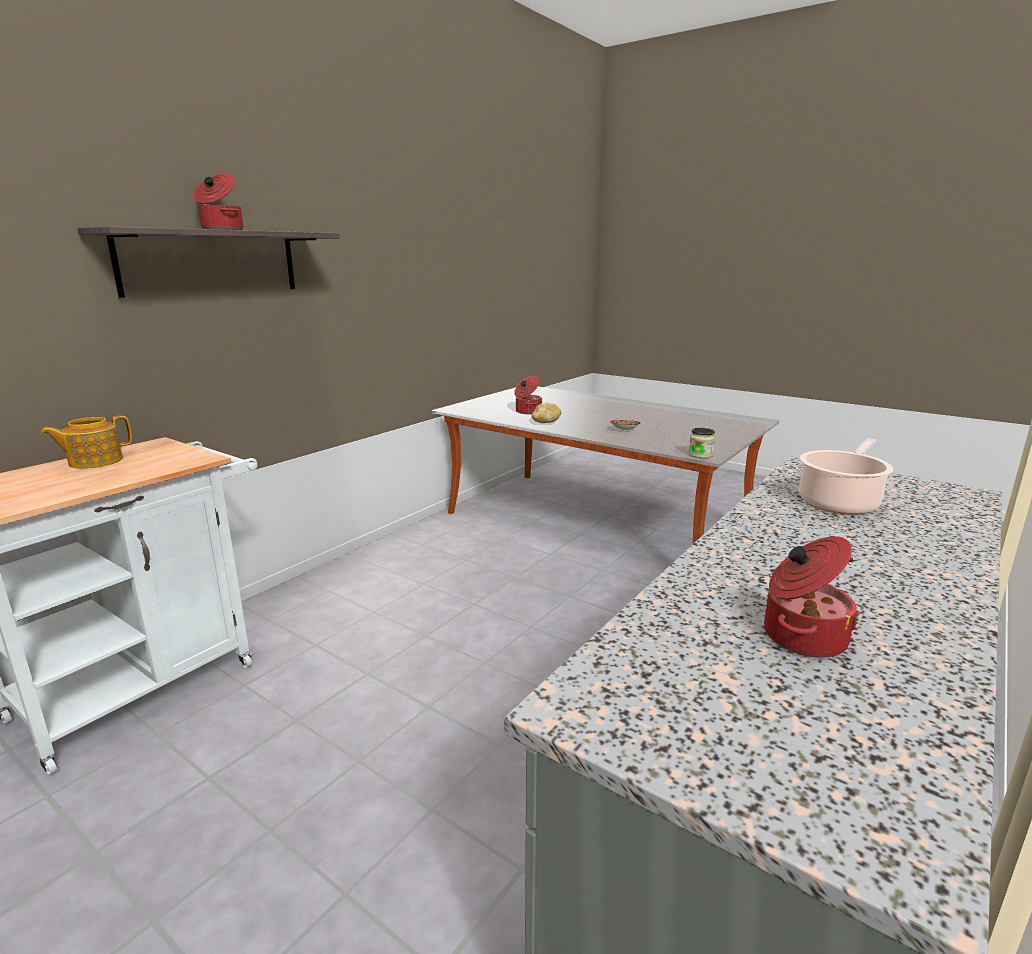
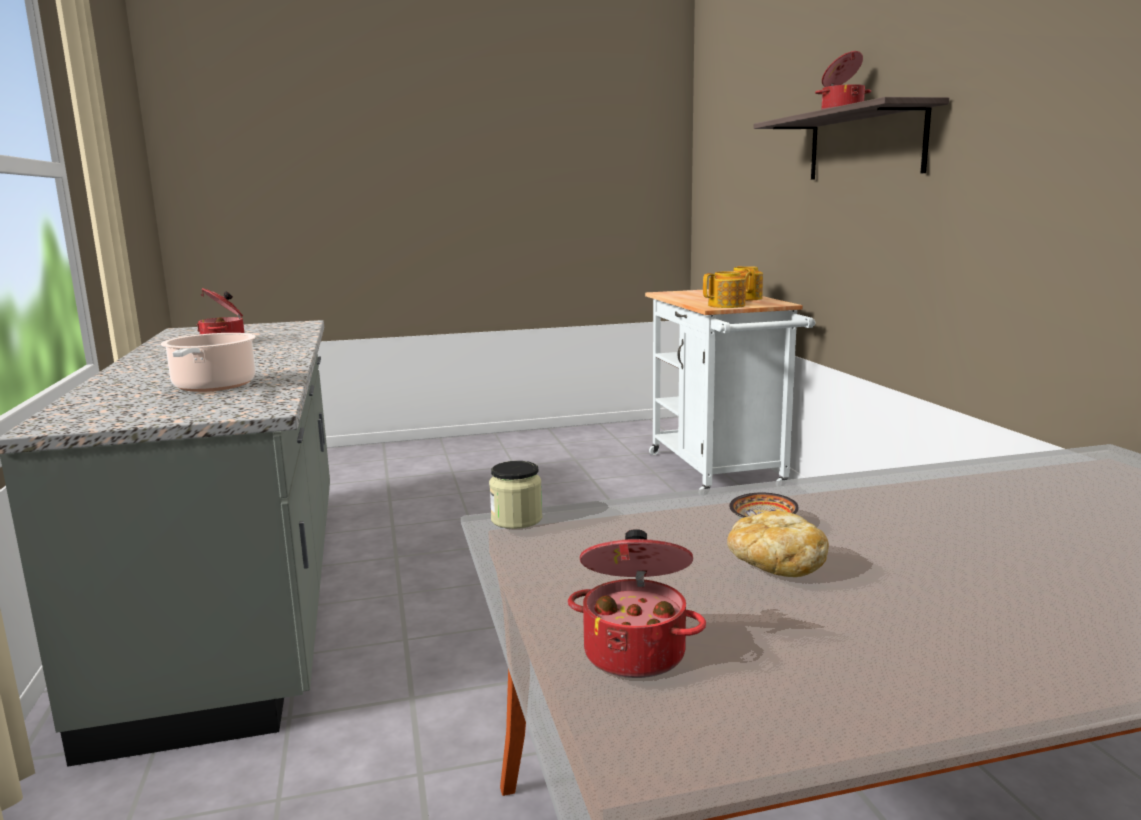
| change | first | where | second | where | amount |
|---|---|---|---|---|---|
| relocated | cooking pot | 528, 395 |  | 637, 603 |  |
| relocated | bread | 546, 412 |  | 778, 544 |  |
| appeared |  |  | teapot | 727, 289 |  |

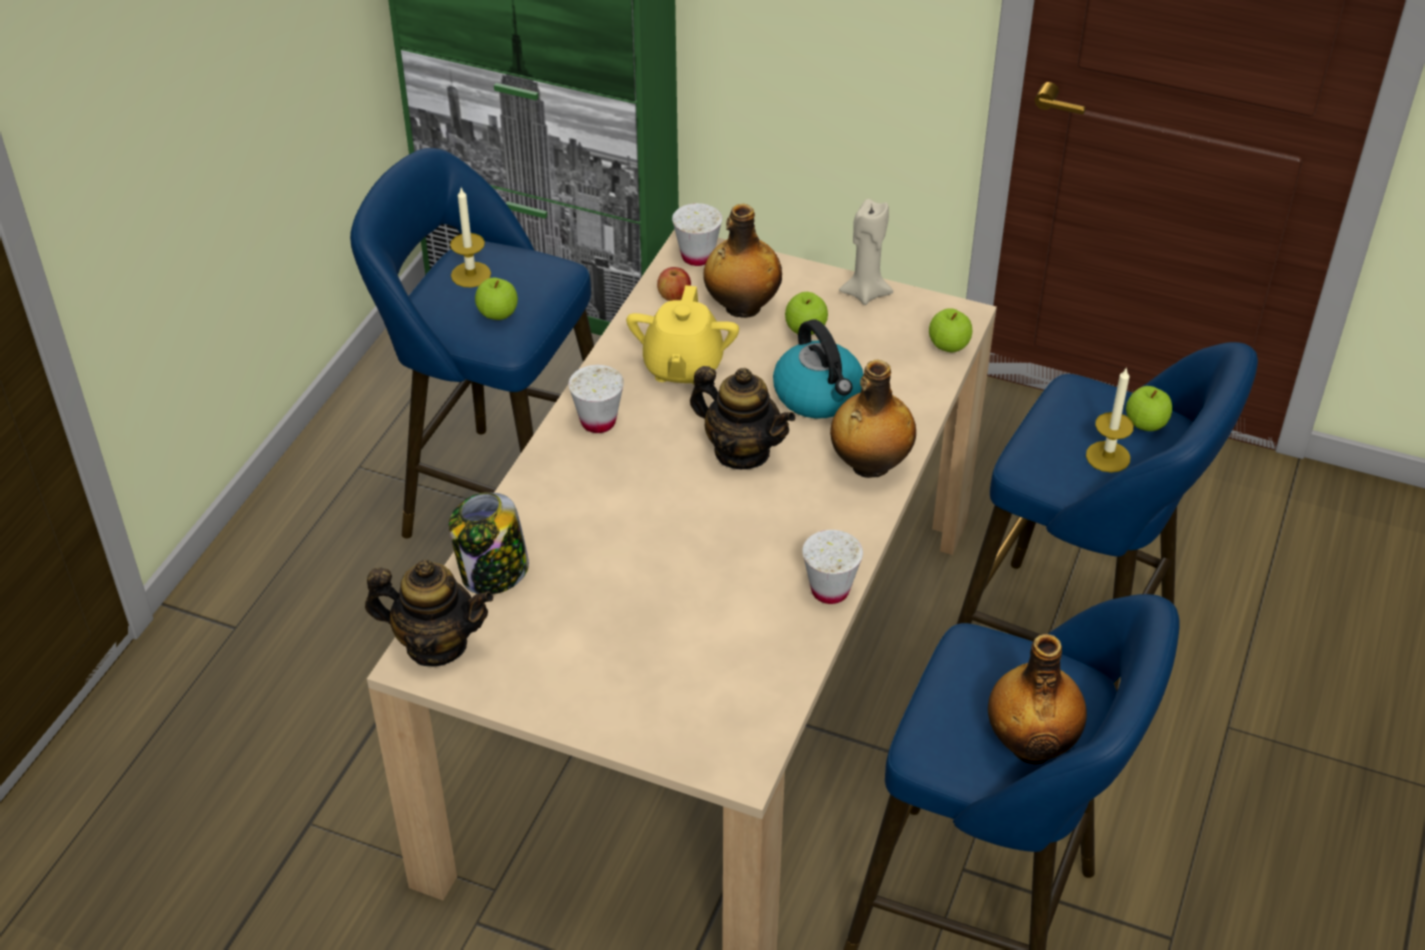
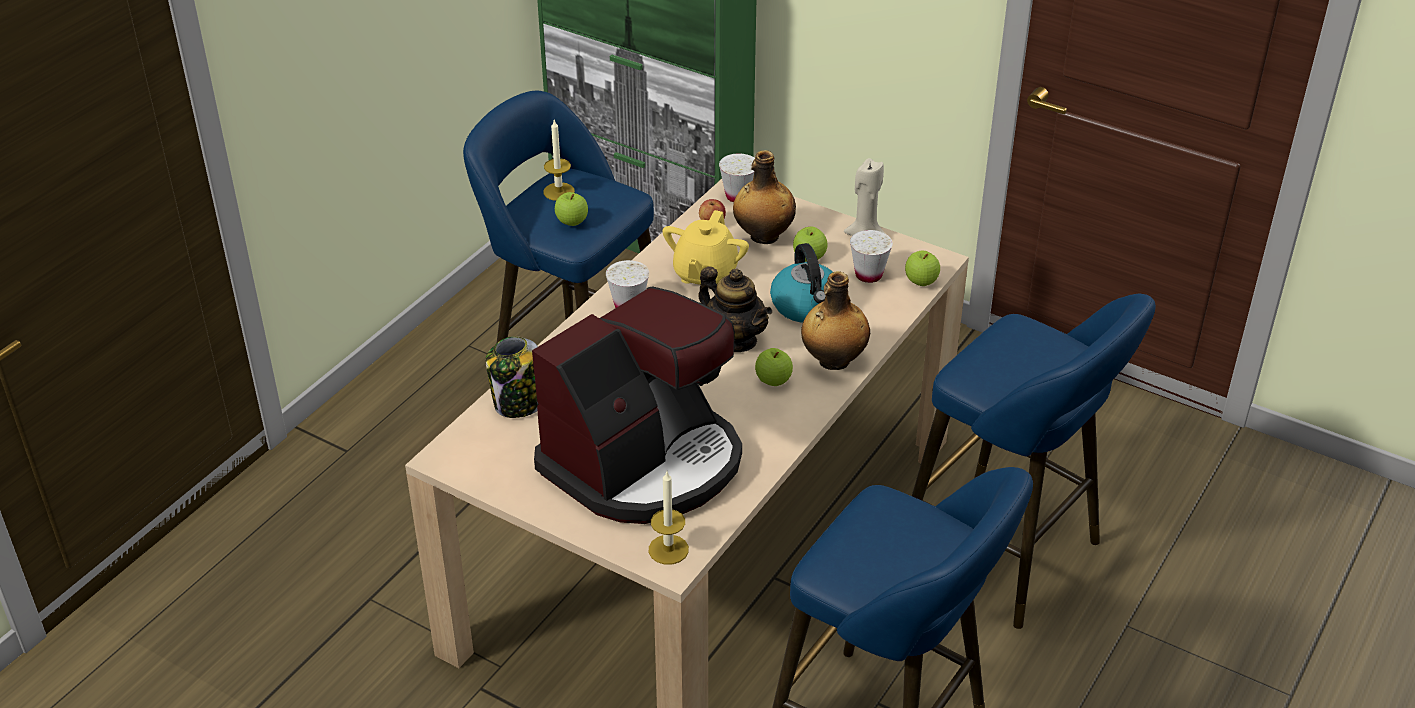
| change | first | where | second | where | amount |
|---|---|---|---|---|---|
| missing | teapot | 429, 613 |  |  |  |
| relocated | white cup | 832, 567 |  | 871, 256 |  |
| missing | bottle | 1037, 699 |  |  |  |
| relocated | candle | 1110, 420 |  | 669, 517 |  |
| relocated | apple | 1149, 408 |  | 774, 367 |  |
| appeared |  |  | coffee machine | 637, 405 |  |

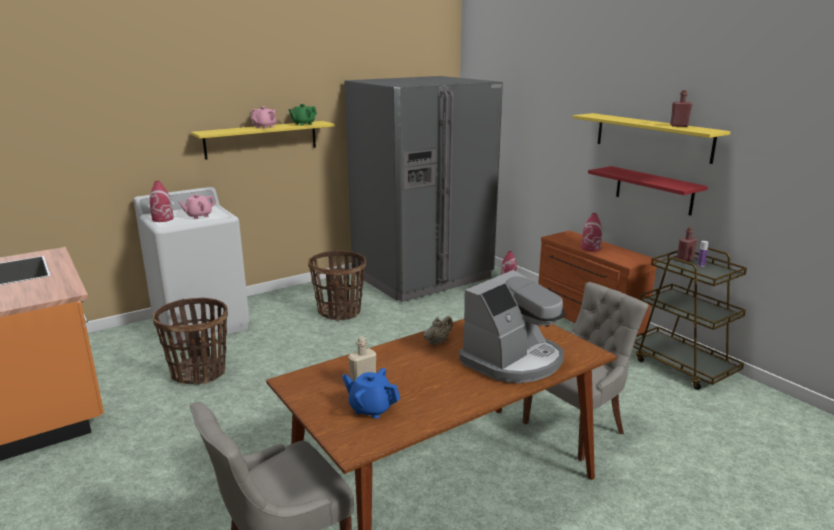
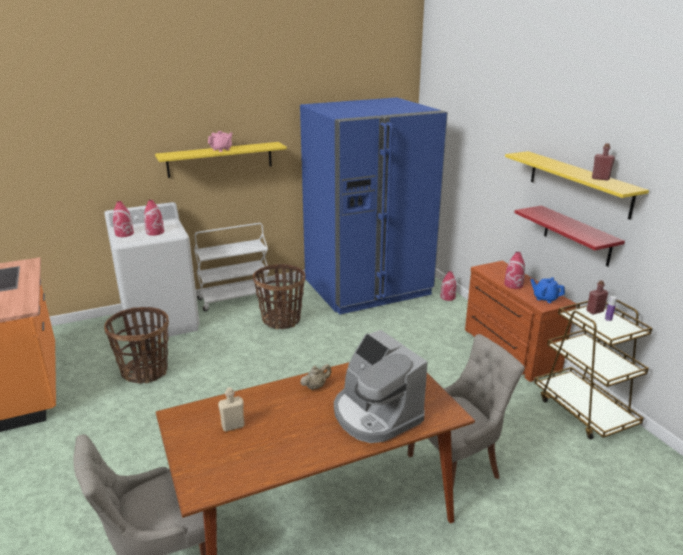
| change | first | where | second | where | amount |
|---|---|---|---|---|---|
| exchanged | pink teapot | 197, 206 | red vase | 154, 218 |  |
| missing | green teapot | 302, 115 |  |  |  |
| relocated | blue teapot | 371, 393 |  | 547, 290 |  |
| colour | grey fridge | 424, 189 | blue fridge | 374, 206 |  |
| spun | coffee machine | 512, 326 |  | 381, 386 | 90 degrees clockwise |
| appeared |  |  | white cart | 232, 267 |  |

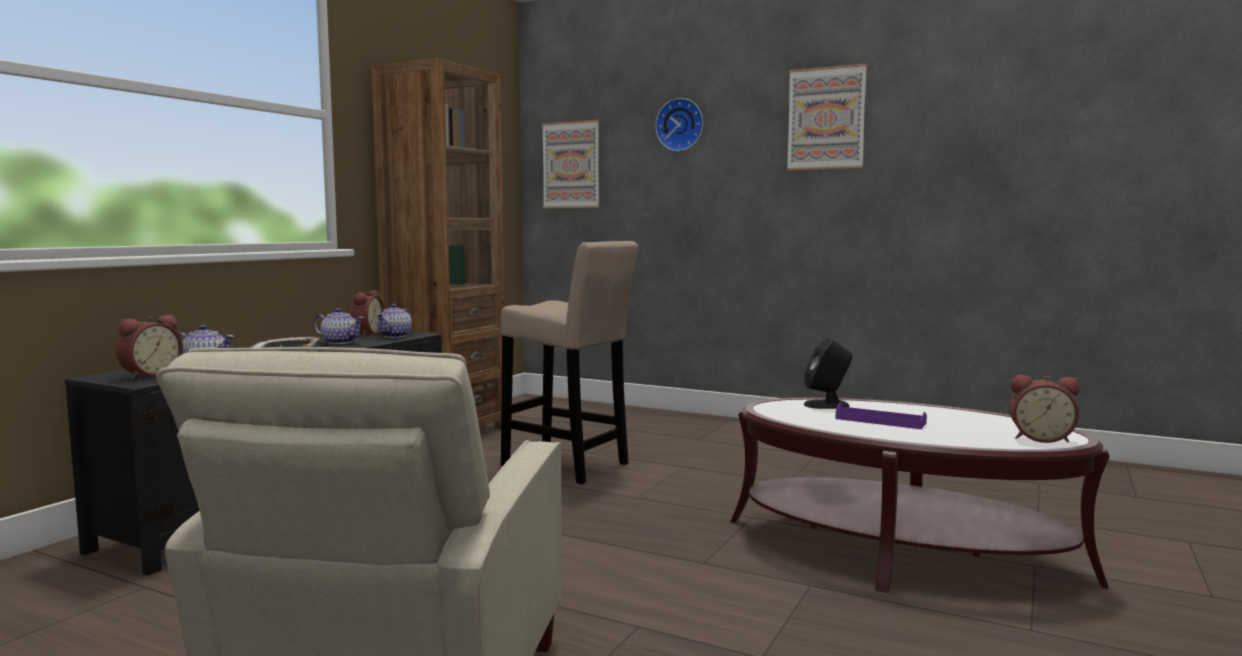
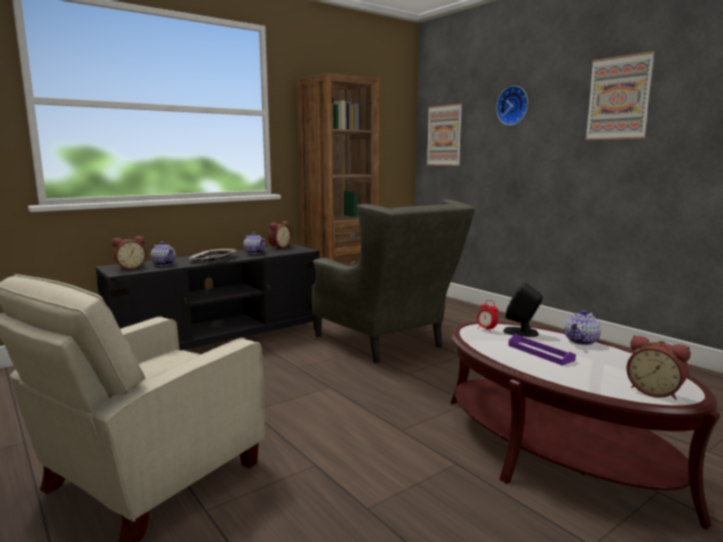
| change | first | where | second | where | amount |
|---|---|---|---|---|---|
| relocated | teapot | 394, 321 |  | 583, 327 |  |
| exchanged | beige stool | 569, 362 | grey armchair | 393, 281 |  |
| appeared |  |  | alarm clock | 487, 315 |  |

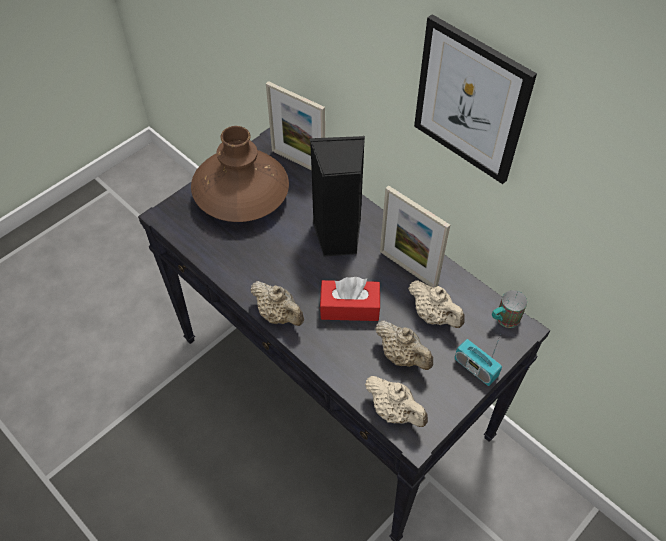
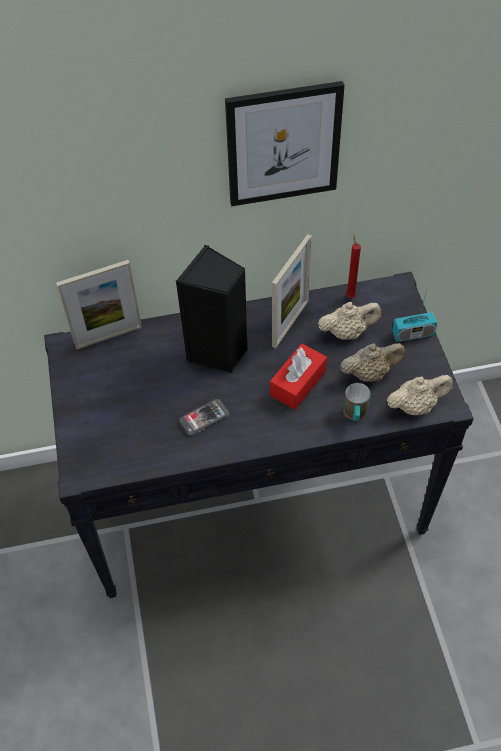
| change | first | where | second | where | amount |
|---|---|---|---|---|---|
| missing | brown vase | 240, 174 |  |  |  |
| missing | beige teapot | 277, 303 |  |  |  |
| spun | picture frame | 415, 236 |  | 292, 291 | 45 degrees counterclockwise |
| relocated | mug | 509, 309 |  | 357, 402 |  |
| appeared |  |  | phone | 204, 417 |  |
| appeared |  |  | red candle | 353, 266 |  |

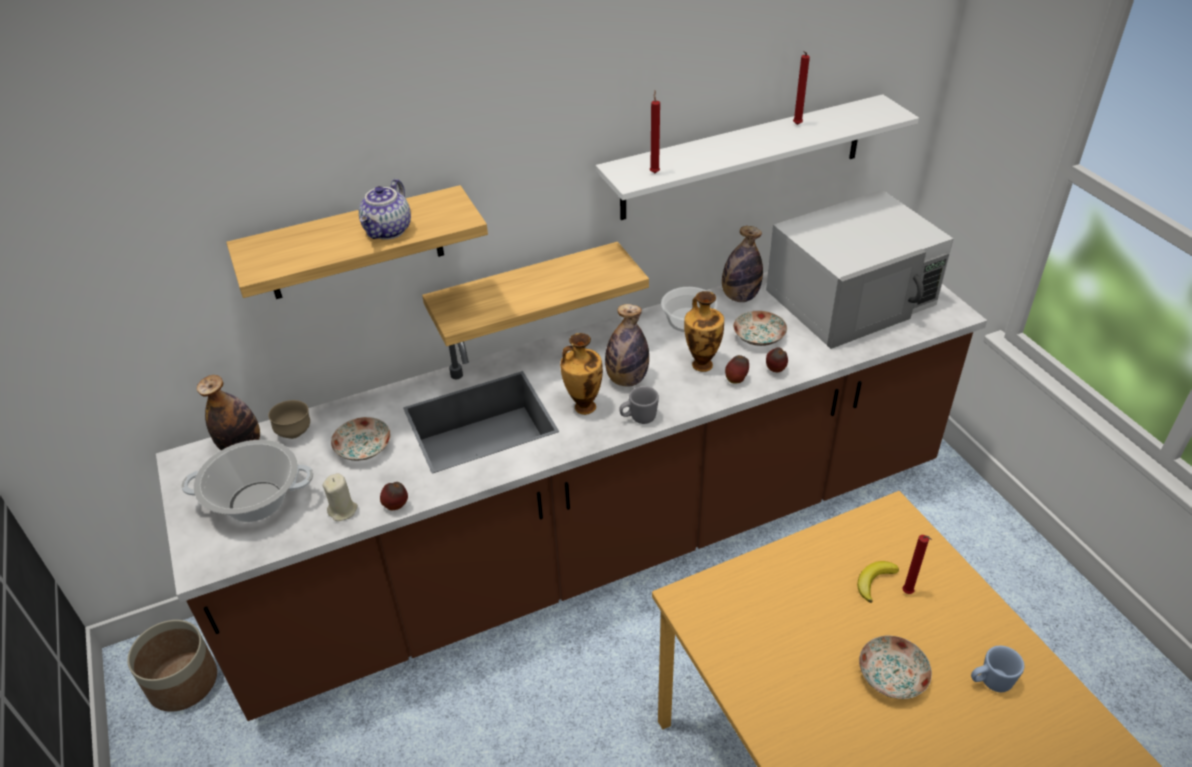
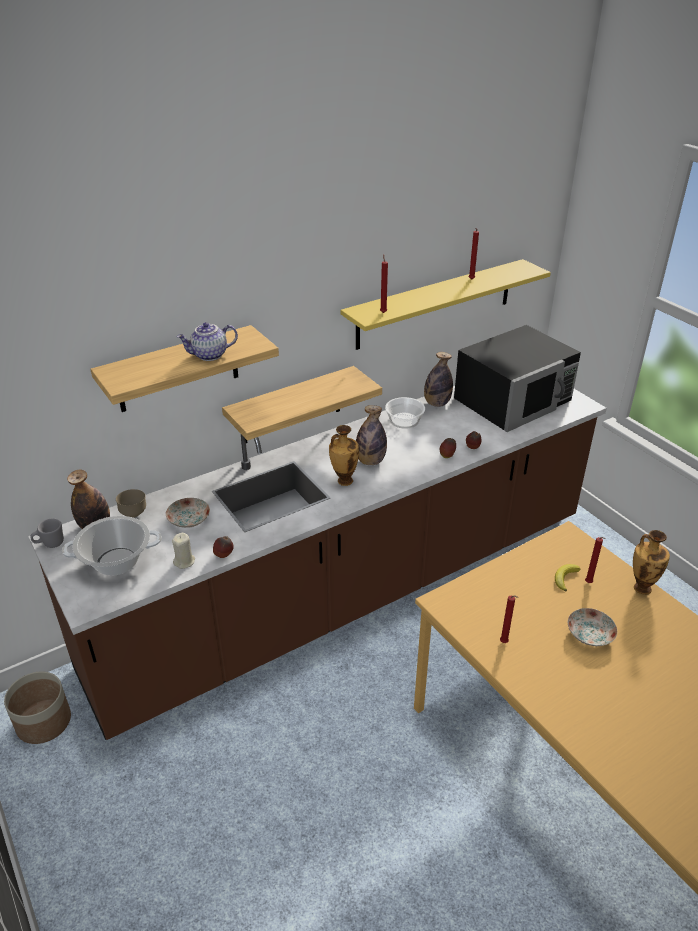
| change | first | where | second | where | amount |
|---|---|---|---|---|---|
| spun | teapot | 385, 209 |  | 207, 341 | 60 degrees clockwise |
| colour | white shelf | 757, 157 | yellow shelf | 446, 304 |  |
| relocated | grey mug | 639, 405 |  | 47, 533 |  |
| relocated | vase | 704, 331 |  | 651, 562 |  |
| missing | plate | 760, 328 |  |  |  |
| colour | white microwave | 859, 269 | black microwave | 517, 378 |  |
| missing | blue mug | 997, 669 |  |  |  |
| appeared |  |  | red candle | 509, 619 |  |

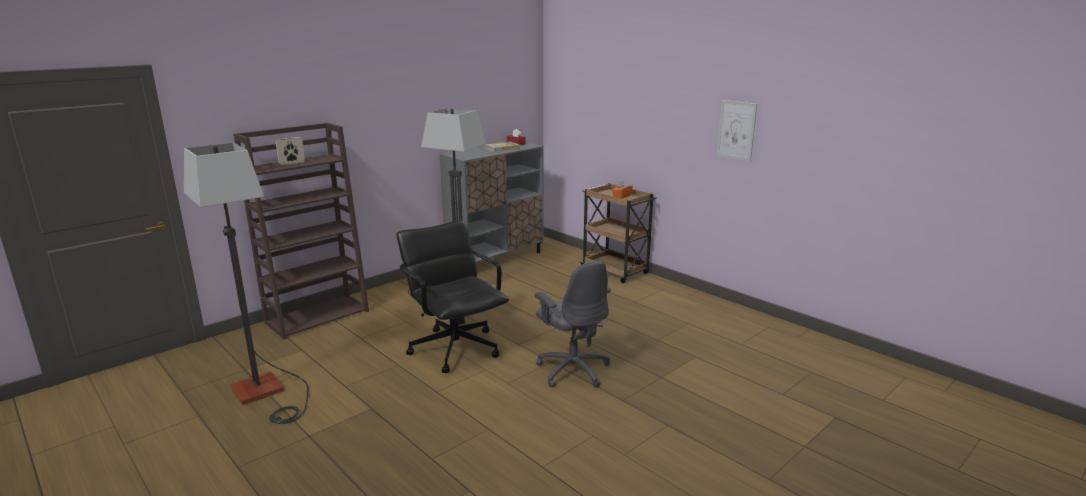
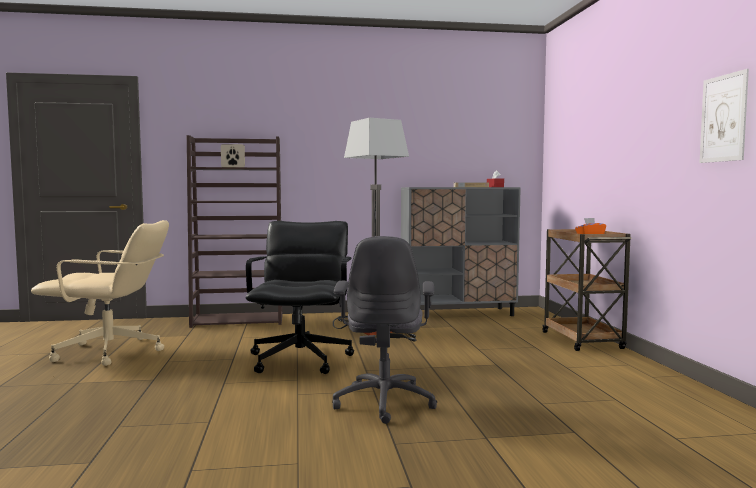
| change | first | where | second | where | amount |
|---|---|---|---|---|---|
| exchanged | floor lamp | 246, 283 | beige office chair | 100, 293 |  |

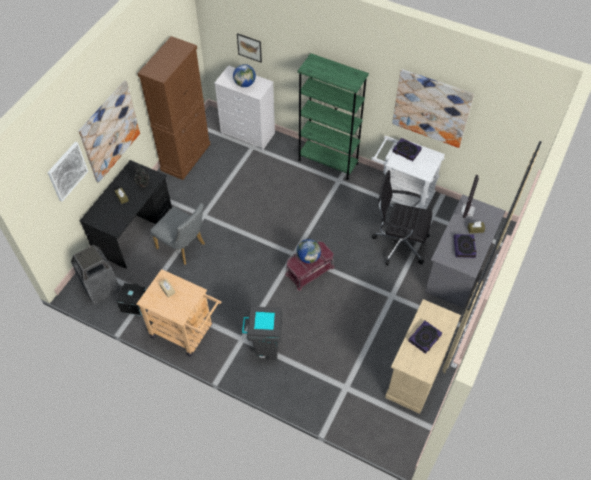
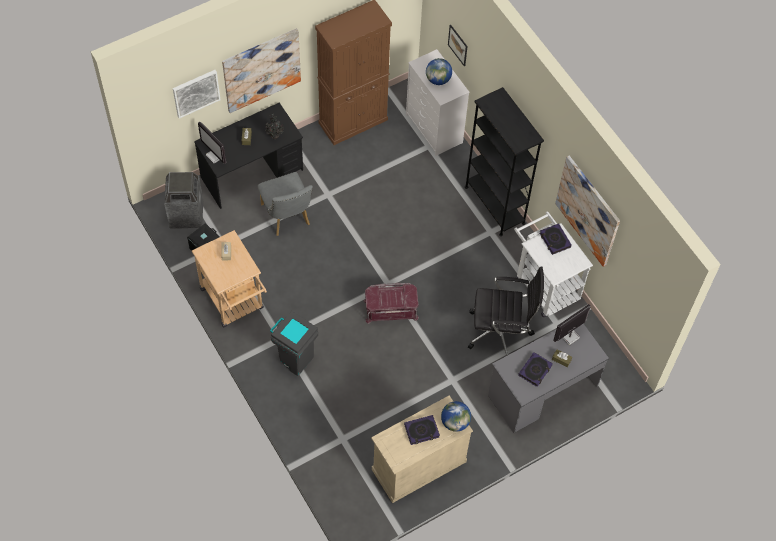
| change | first | where | second | where | amount |
|---|---|---|---|---|---|
| relocated | globe | 309, 251 |  | 456, 416 |  |
| colour | green bookcase | 333, 116 | black bookcase | 504, 161 |  |
| spun | black office chair | 402, 217 |  | 506, 311 | 135 degrees clockwise |
| appeared |  |  | monitor | 212, 143 |  |

